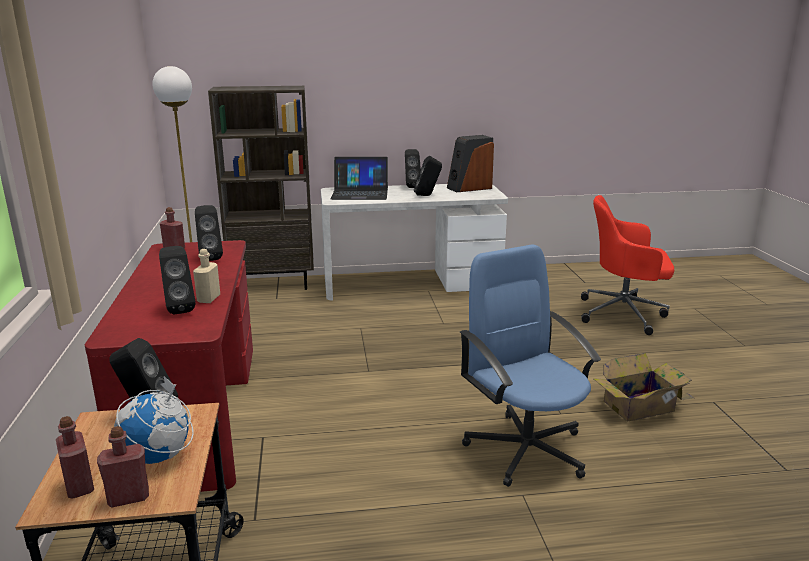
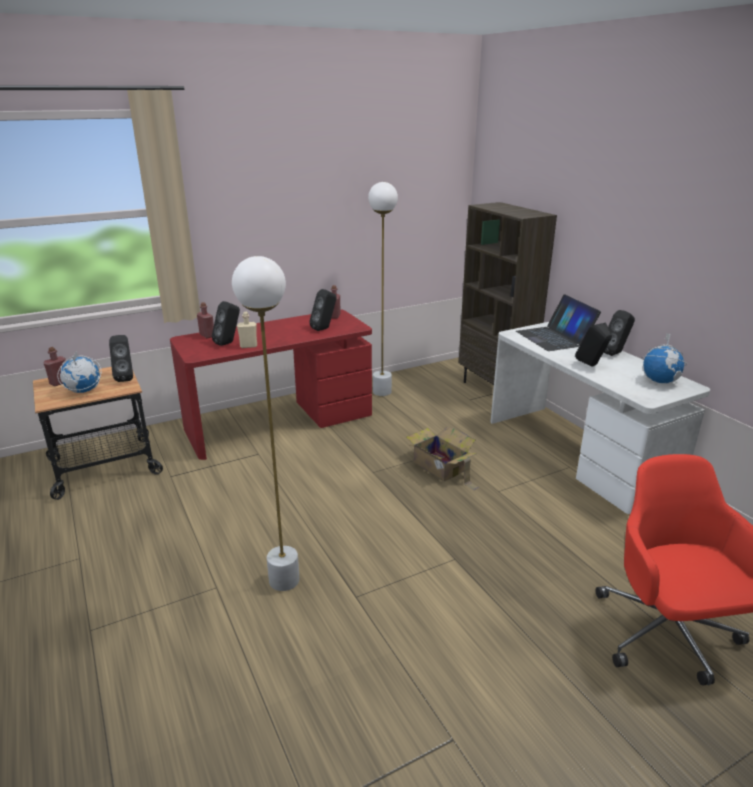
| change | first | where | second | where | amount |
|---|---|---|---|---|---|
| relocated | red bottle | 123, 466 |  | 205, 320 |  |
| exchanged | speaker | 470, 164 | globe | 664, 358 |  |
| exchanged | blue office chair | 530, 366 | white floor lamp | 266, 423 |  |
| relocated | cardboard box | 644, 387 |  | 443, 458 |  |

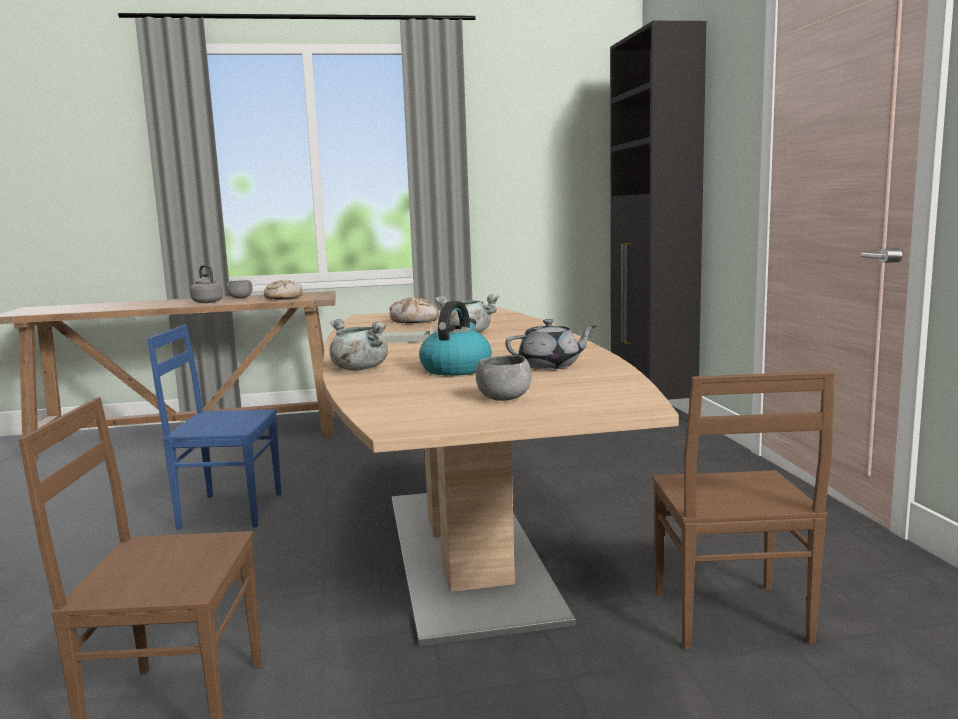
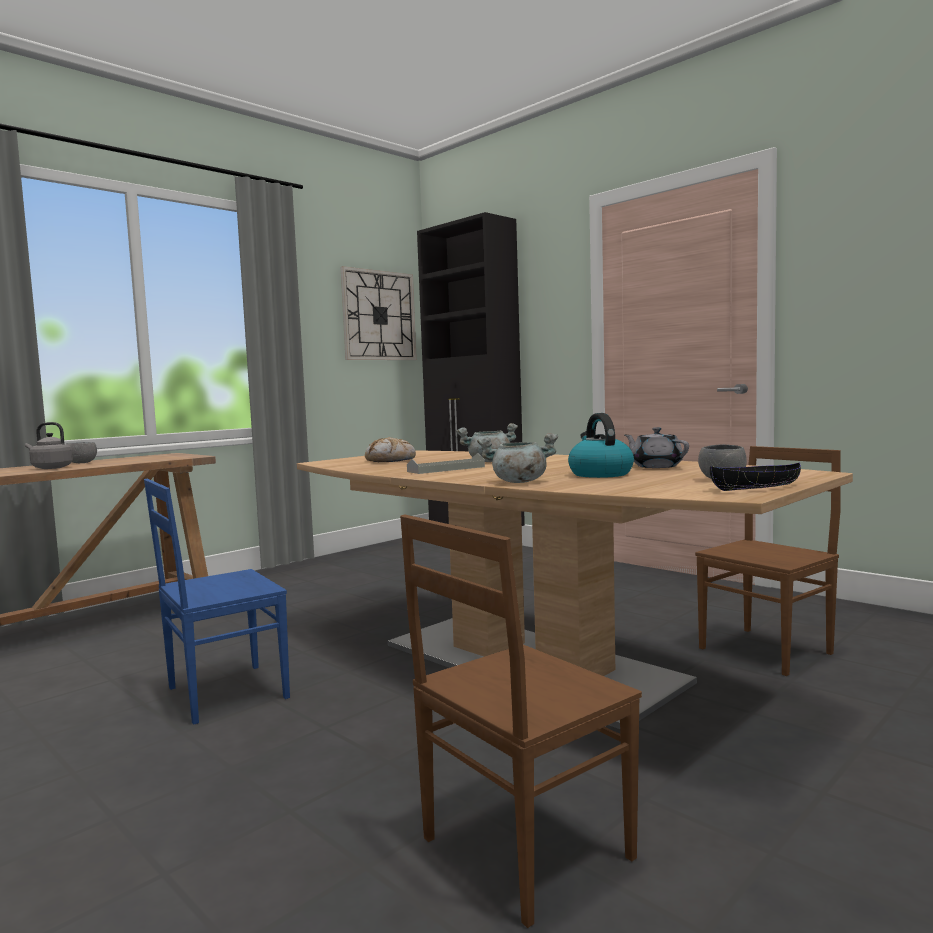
| change | first | where | second | where | amount |
|---|---|---|---|---|---|
| missing | bread | 283, 290 |  |  |  |
| spun | grey teapot | 550, 344 |  | 657, 447 | 75 degrees counterclockwise |
| spun | brown chair | 743, 510 |  | 768, 561 | 90 degrees counterclockwise |
| appeared |  |  | wall clock | 379, 313 |  |
| appeared |  |  | black bowl | 755, 476 |  |

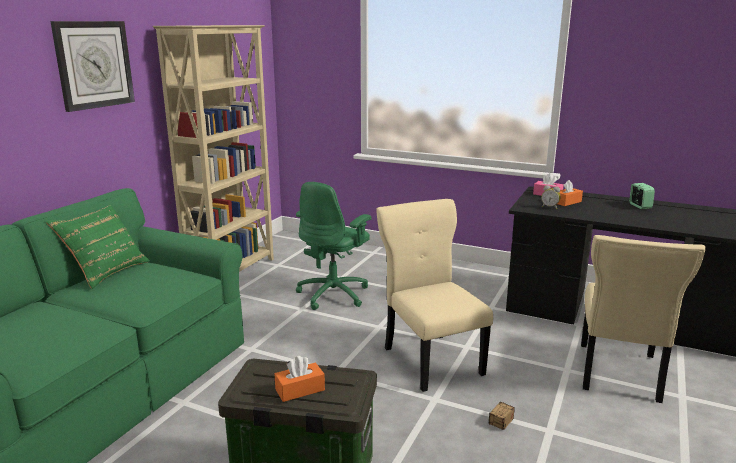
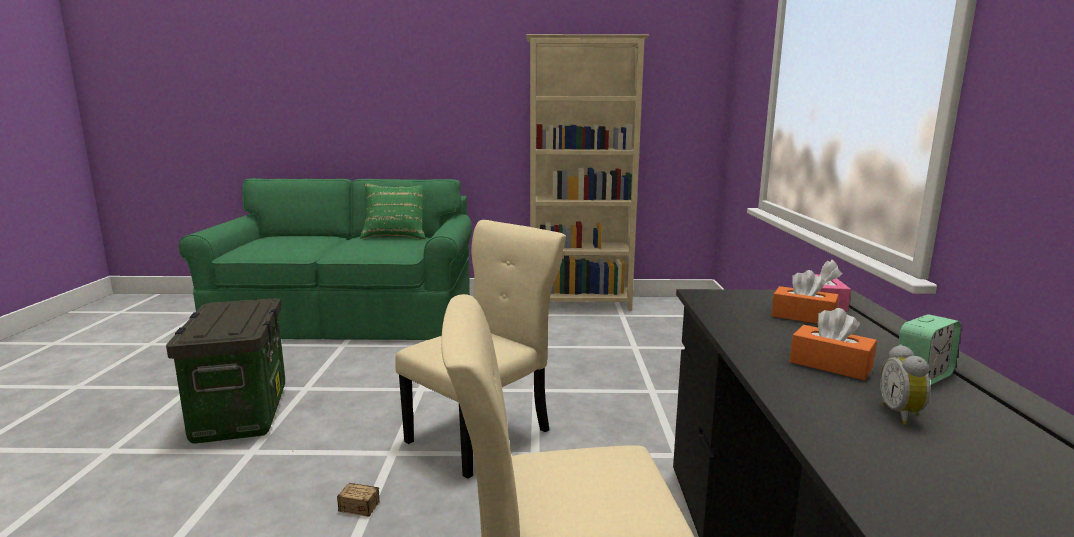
| change | first | where | second | where | amount |
|---|---|---|---|---|---|
| missing | wall clock | 92, 66 |  |  |  |
| relocated | orange tissue box | 299, 379 |  | 833, 344 |  |
| missing | green office chair | 334, 246 |  |  |  |
| relocated | alarm clock | 551, 197 |  | 905, 384 |  |

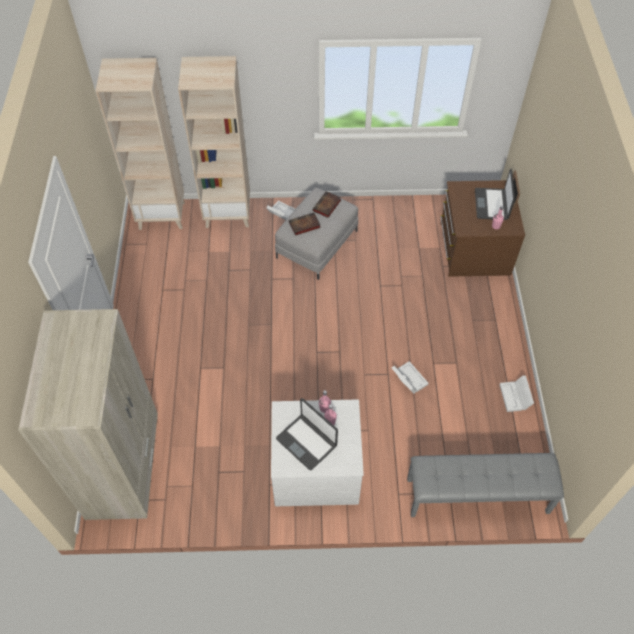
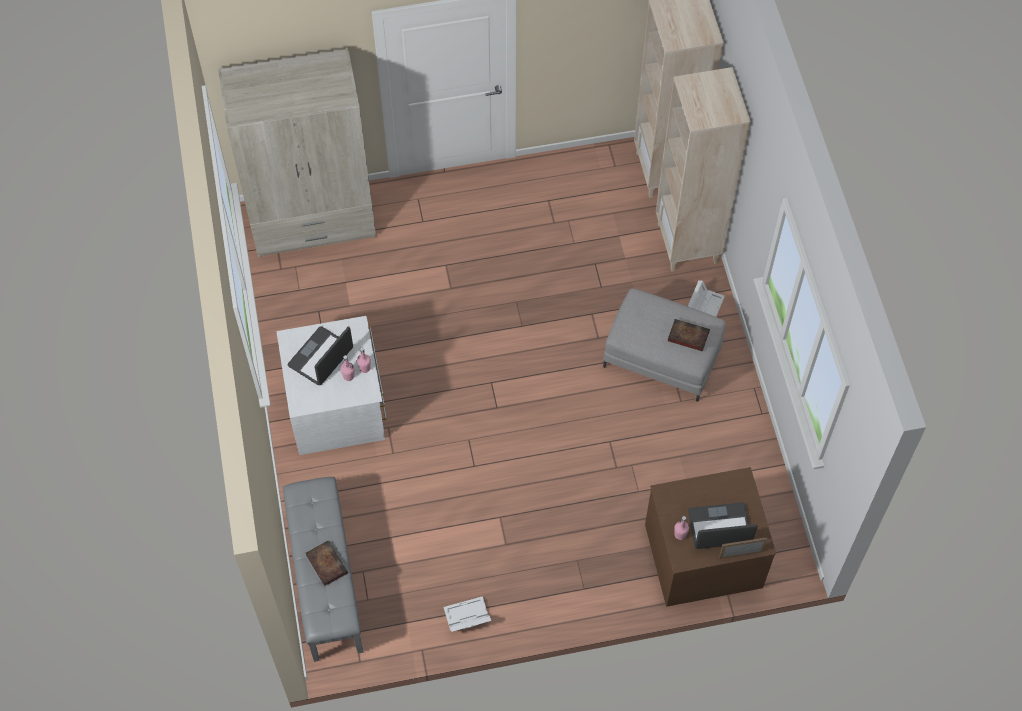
| change | first | where | second | where | amount |
|---|---|---|---|---|---|
| relocated | book | 305, 224 |  | 327, 563 |  |
| missing | white storage box | 410, 377 |  |  |  |

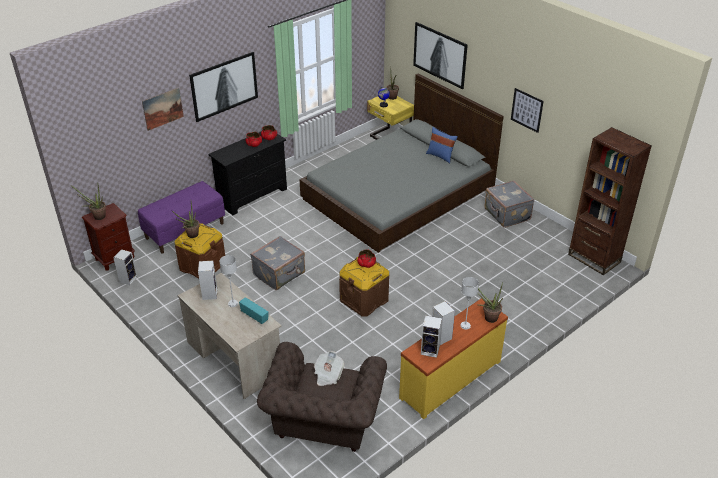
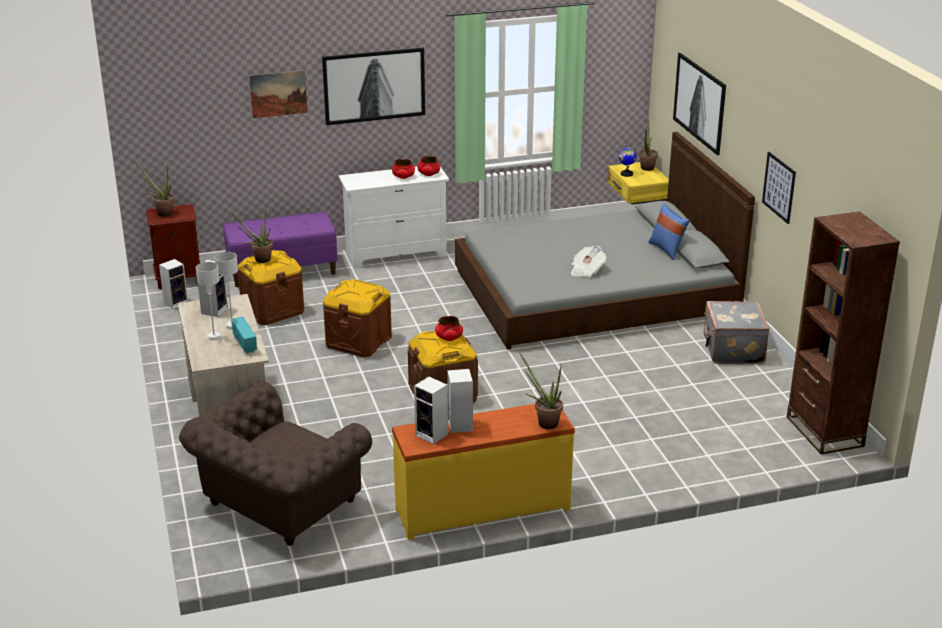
| change | first | where | second | where | amount |
|---|---|---|---|---|---|
| colour | black dresser | 247, 173 | white dresser | 394, 217 |  |
| exchanged | grey suitcase | 277, 263 | brown storage box | 357, 318 |  |
| relocated | newspaper | 329, 368 |  | 588, 261 |  |
| relocated | grey table lamp | 469, 303 |  | 208, 301 |  |

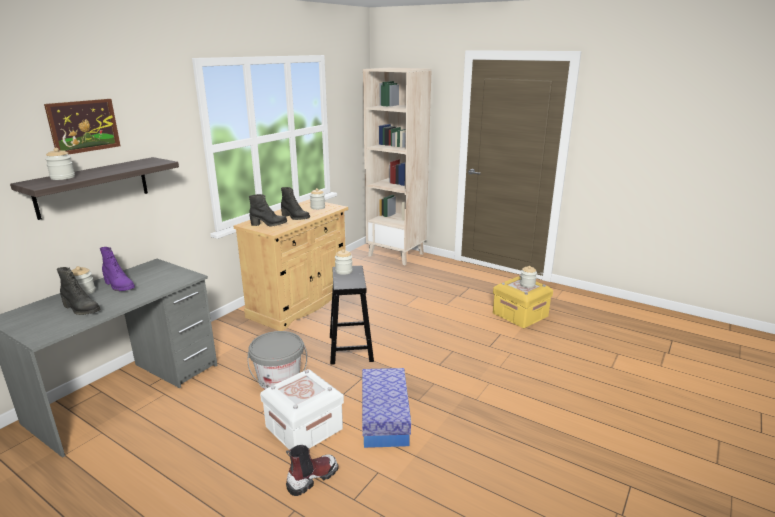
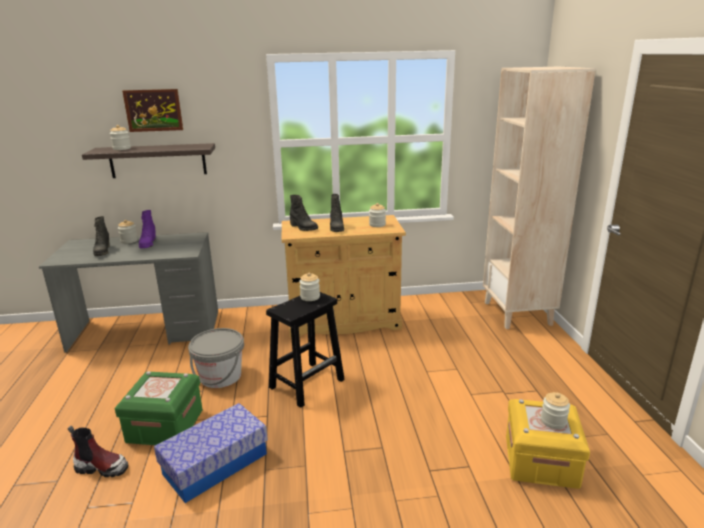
| change | first | where | second | where | amount |
|---|---|---|---|---|---|
| colour | white storage box | 302, 409 | green storage box | 159, 408 |  |

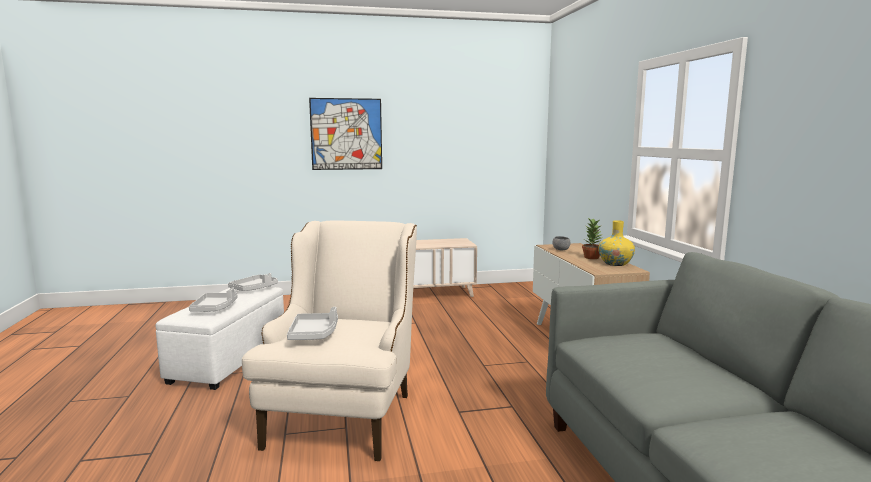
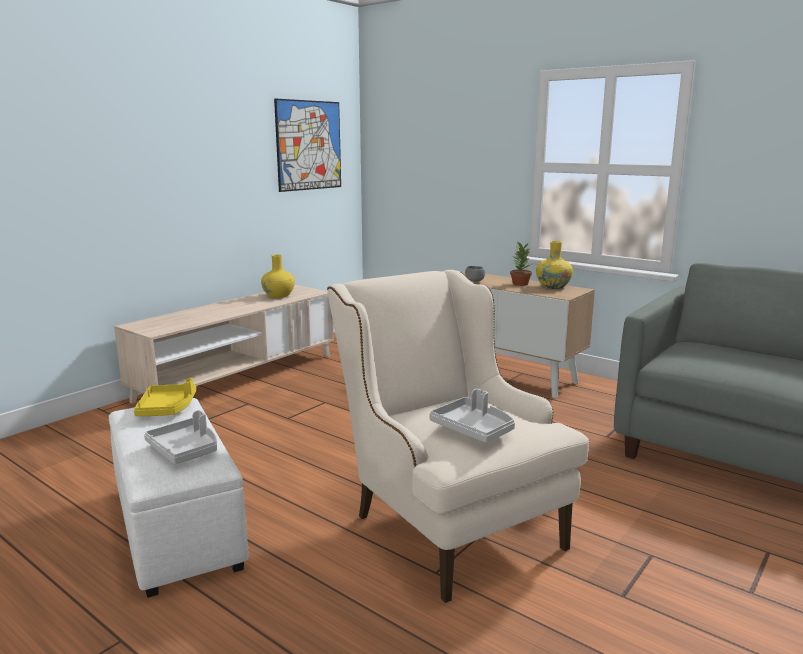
| change | first | where | second | where | amount |
|---|---|---|---|---|---|
| colour | grey tray | 253, 282 | yellow tray | 165, 397 |  |
| relocated | picture | 345, 134 |  | 307, 145 |  |
| appeared |  |  | yellow vase | 278, 276 |  |

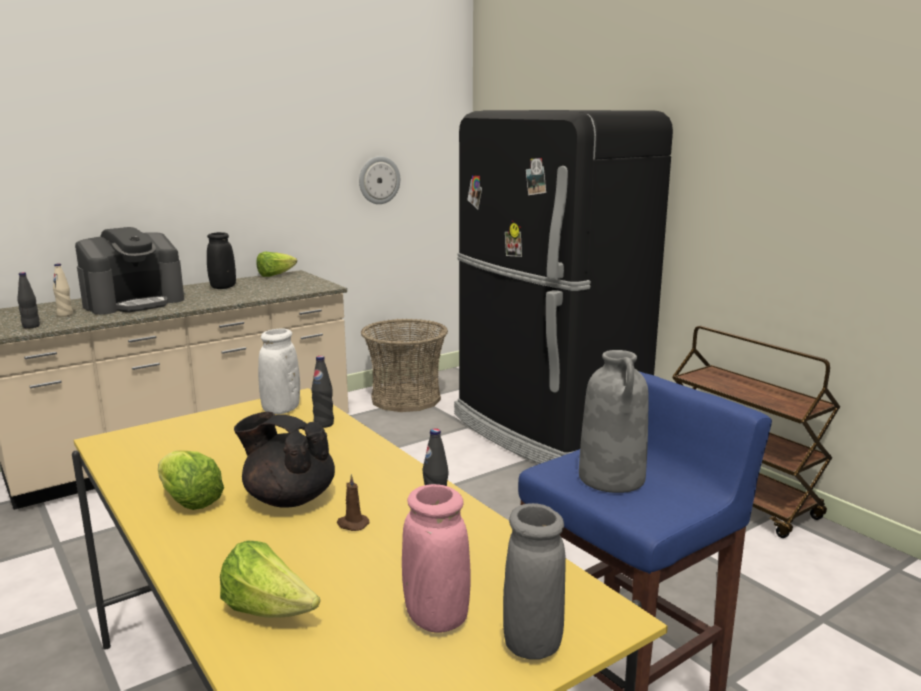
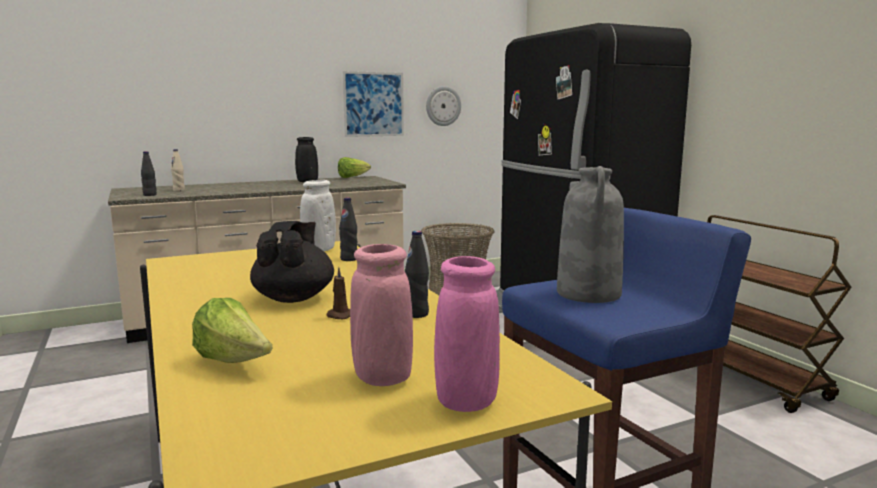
| change | first | where | second | where | amount |
|---|---|---|---|---|---|
| missing | coffee machine | 129, 271 |  |  |  |
| missing | lettuce | 191, 480 |  |  |  |
| spun | black teapot | 284, 460 |  | 292, 262 | 60 degrees clockwise |
| colour | grey vase | 534, 581 | pink vase | 467, 334 |  |
| appeared |  |  | picture | 373, 104 |  |

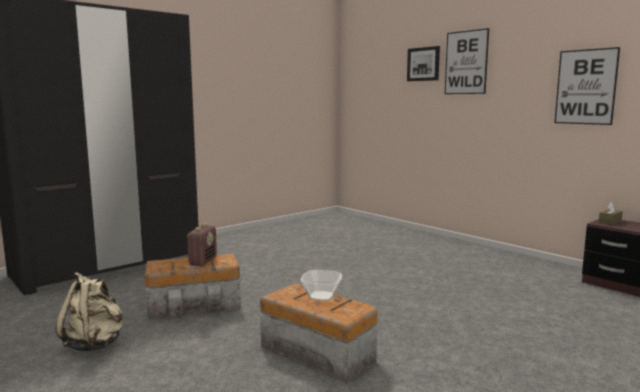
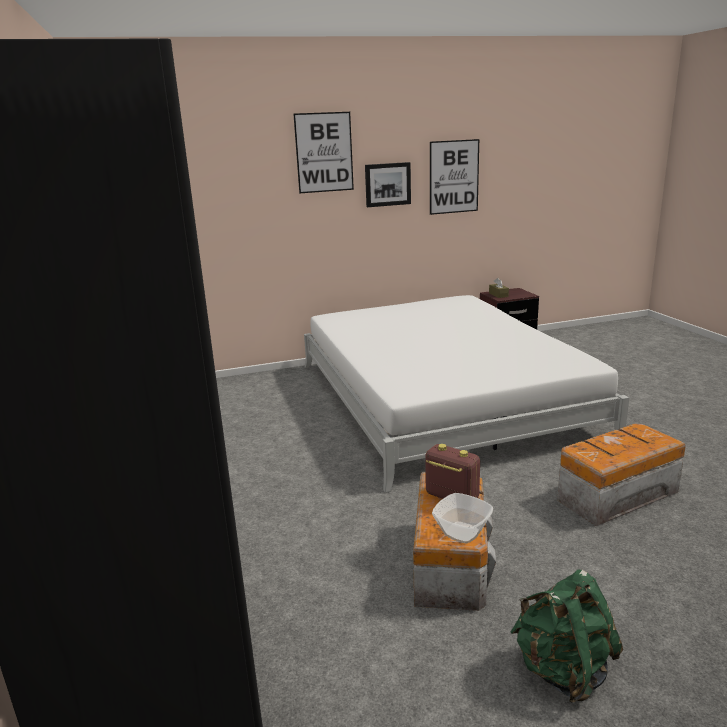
| change | first | where | second | where | amount |
|---|---|---|---|---|---|
| colour | beige backpack | 89, 312 | green backpack | 566, 636 |  |
| relocated | bowl | 321, 285 |  | 462, 518 |  |
| relocated | picture | 423, 63 |  | 388, 184 |  |
| appeared |  |  | white bed | 466, 394 |  |

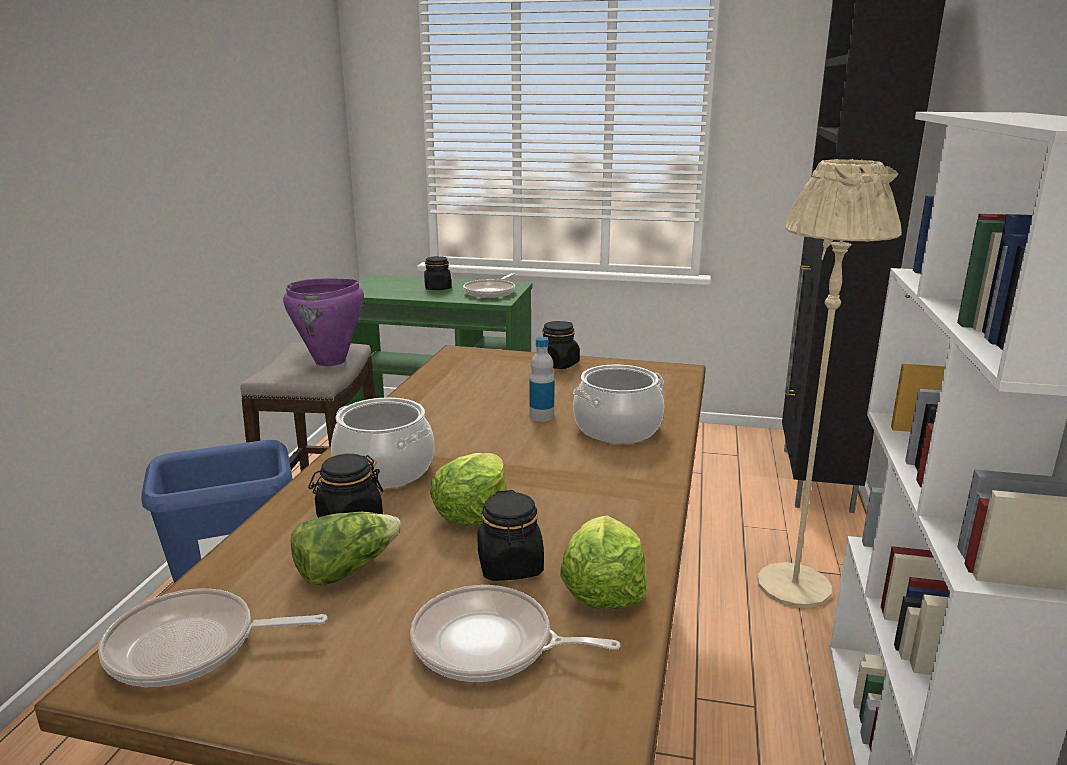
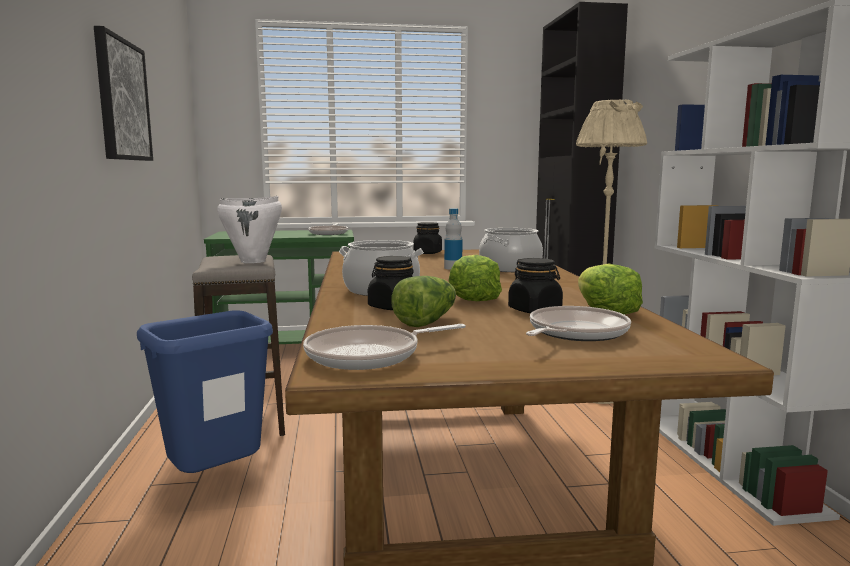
| change | first | where | second | where | amount |
|---|---|---|---|---|---|
| colour | purple cooking pot | 323, 322 | white cooking pot | 249, 229 |  |
| spun | frying pan | 515, 633 |  | 578, 323 | 135 degrees clockwise |
| missing | black jar | 437, 273 |  |  |  |
| appeared |  |  | picture | 123, 93 |  |

